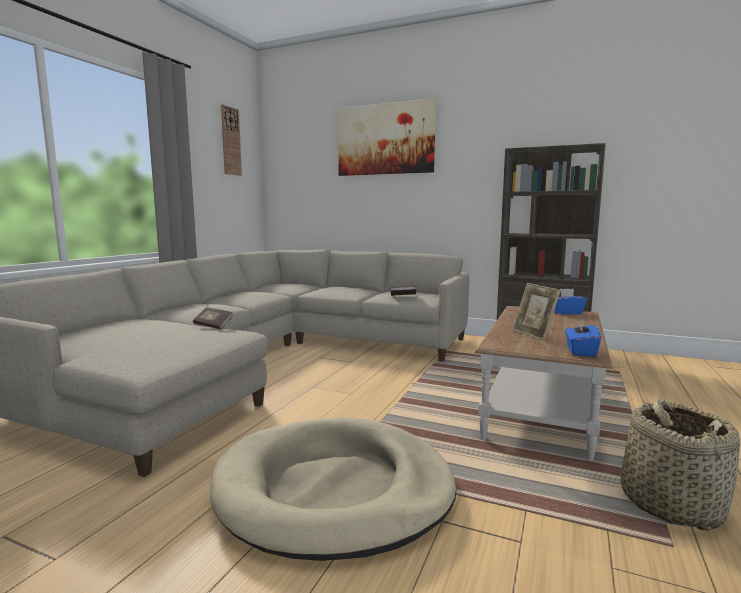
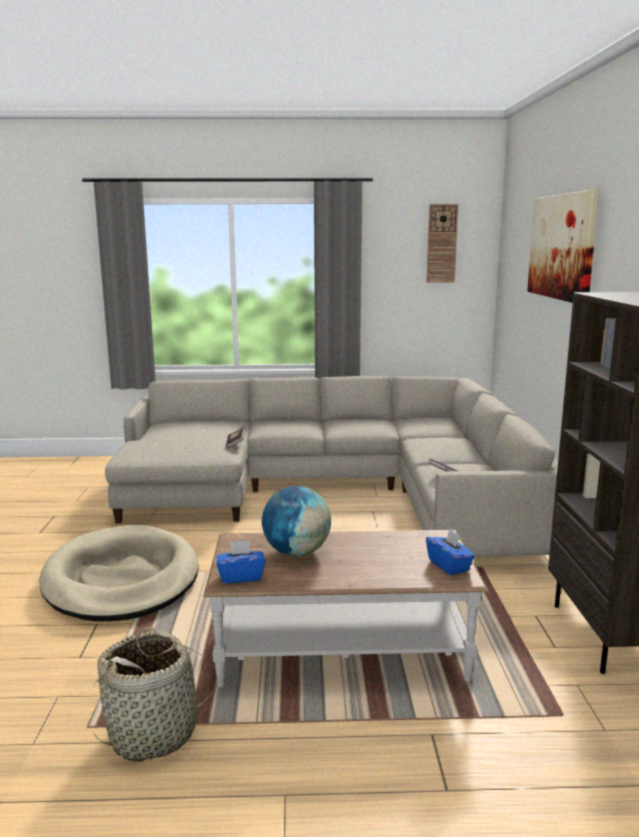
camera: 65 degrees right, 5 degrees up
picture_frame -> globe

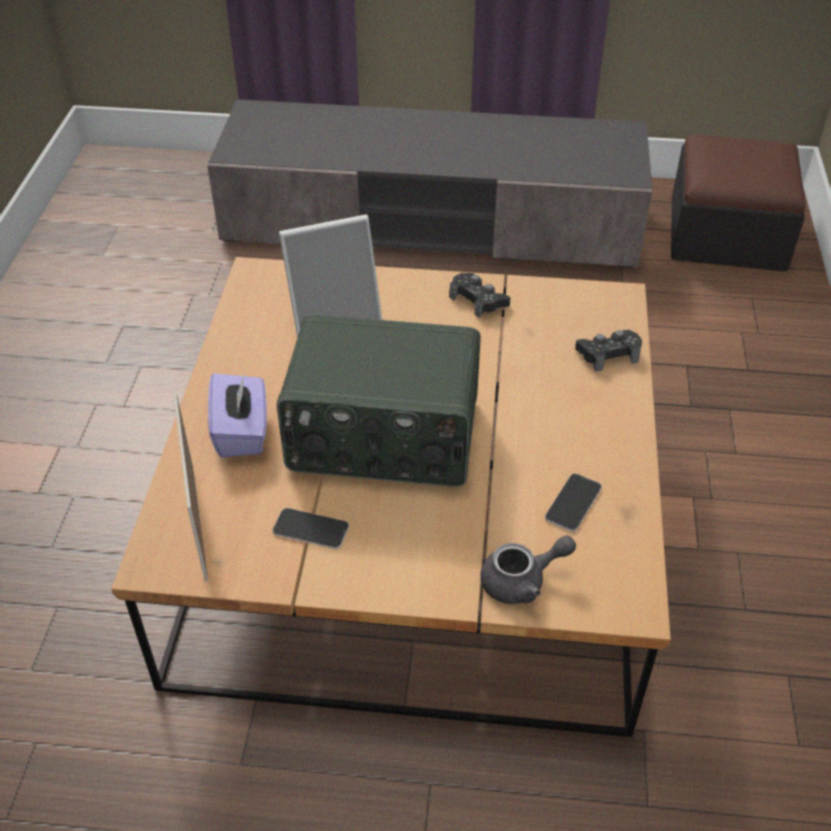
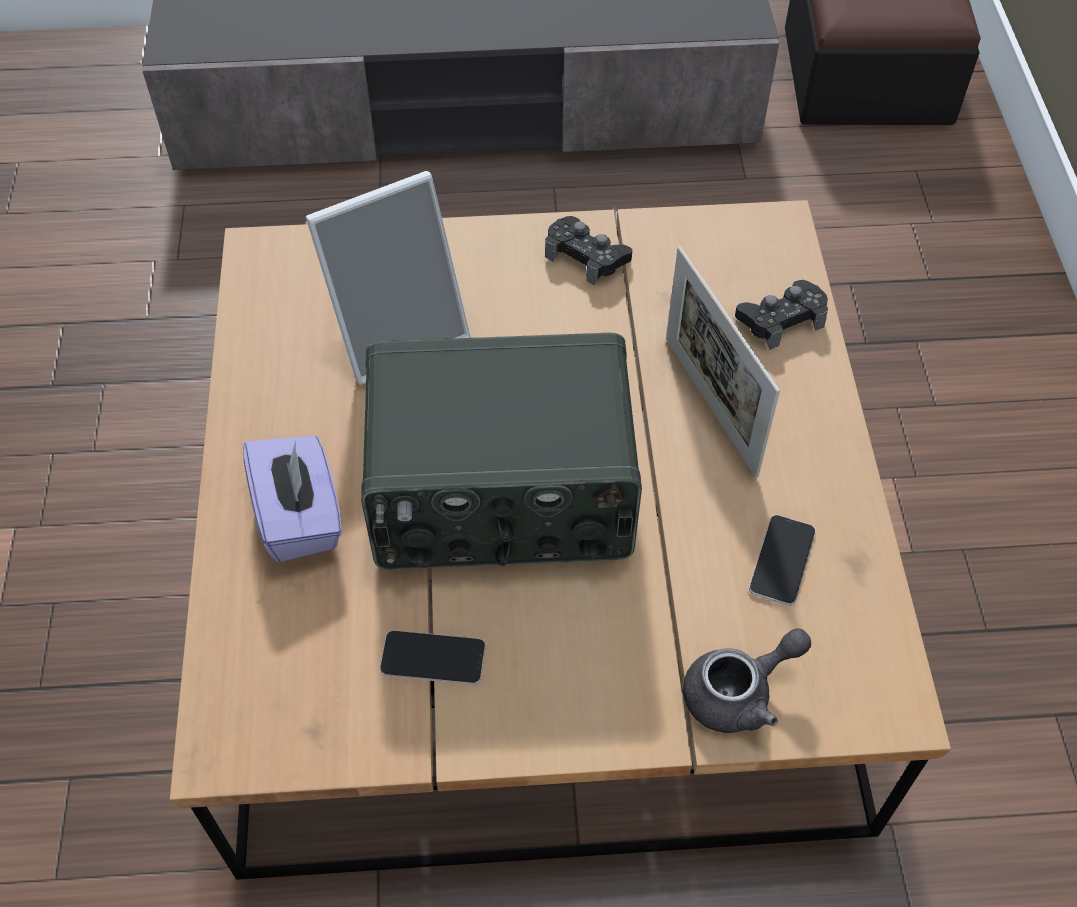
camera: 10 degrees left, 10 degrees up
picture_frame (no. 1 from left in the first image) -> picture_frame (no. 2 from left), shifted

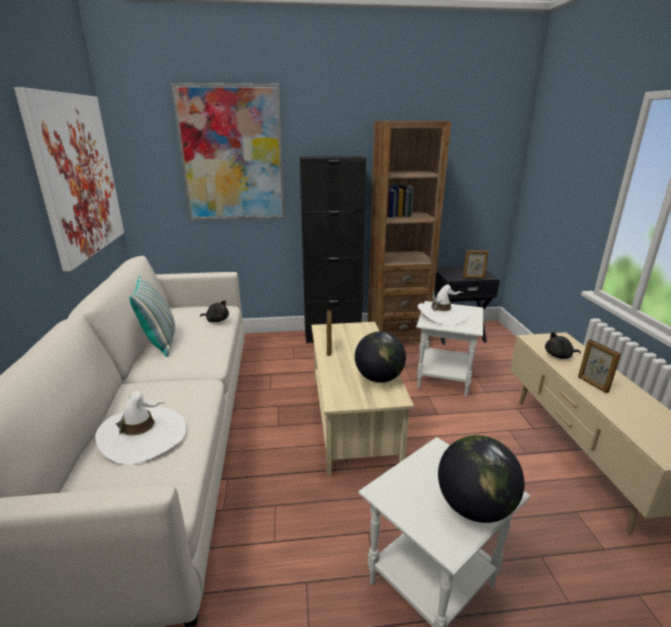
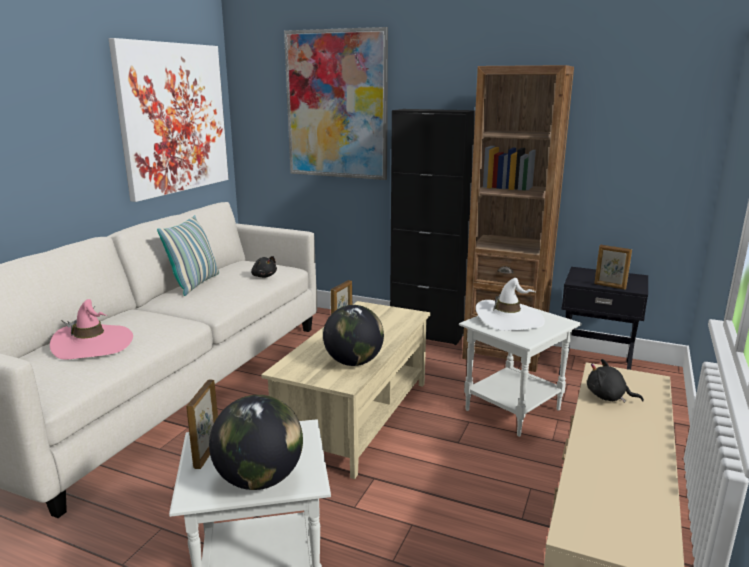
camera: 30 degrees right, 5 degrees down
white_hat (no. 1 from left) -> pink_hat
picture_frame (no. 3 from left in the first image) -> picture_frame (no. 1 from left), shifted

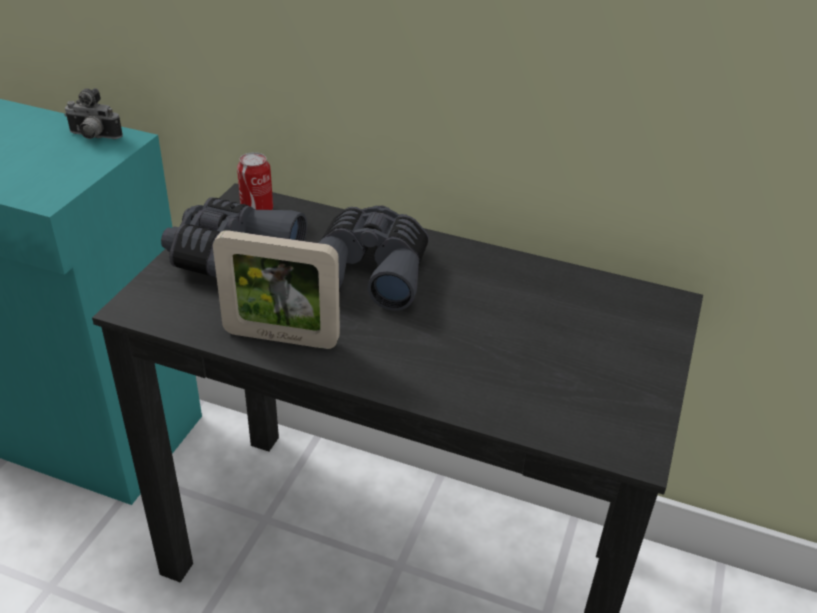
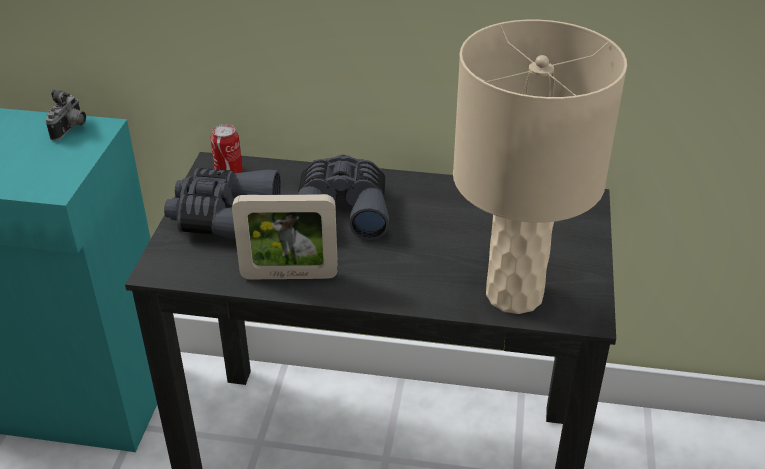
camera: 10 degrees left, 0 degrees up
photo_camera, 75 degrees counterclockwise
none -> beige_table_lamp

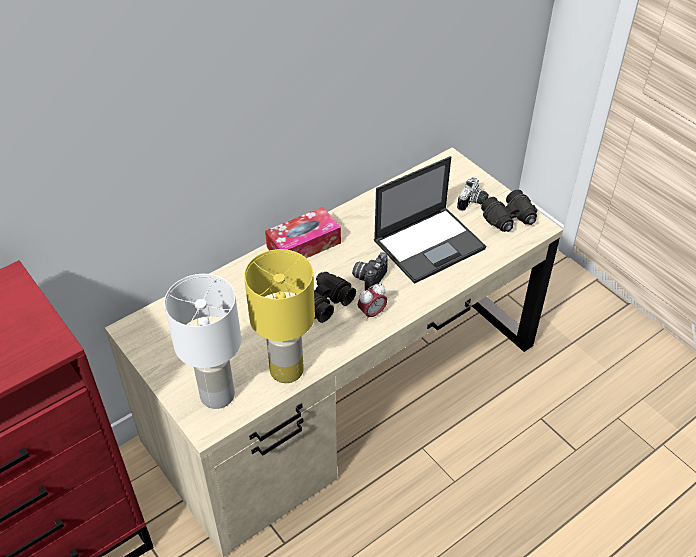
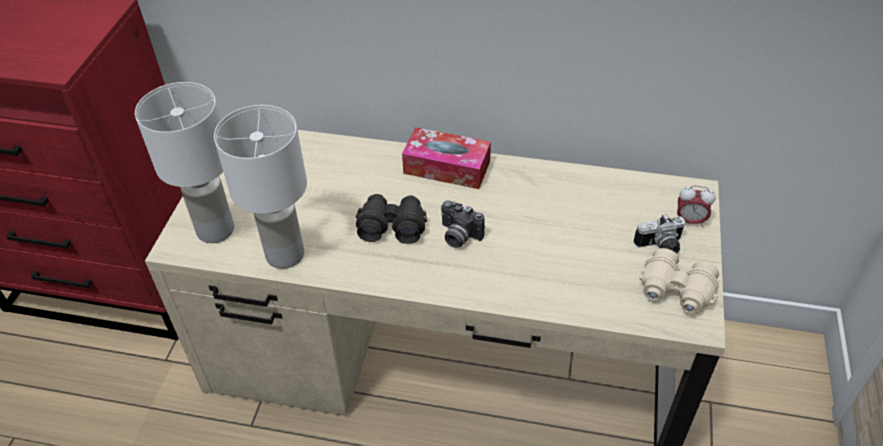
camera: 50 degrees right, 0 degrees up
yellow_table_lamp -> white_table_lamp (no. 2 from left)
photo_camera (no. 1 from left), 135 degrees counterclockwise
black_binoculars (no. 2 from left) -> beige_binoculars
alarm_clock, shifted
laptop -> none

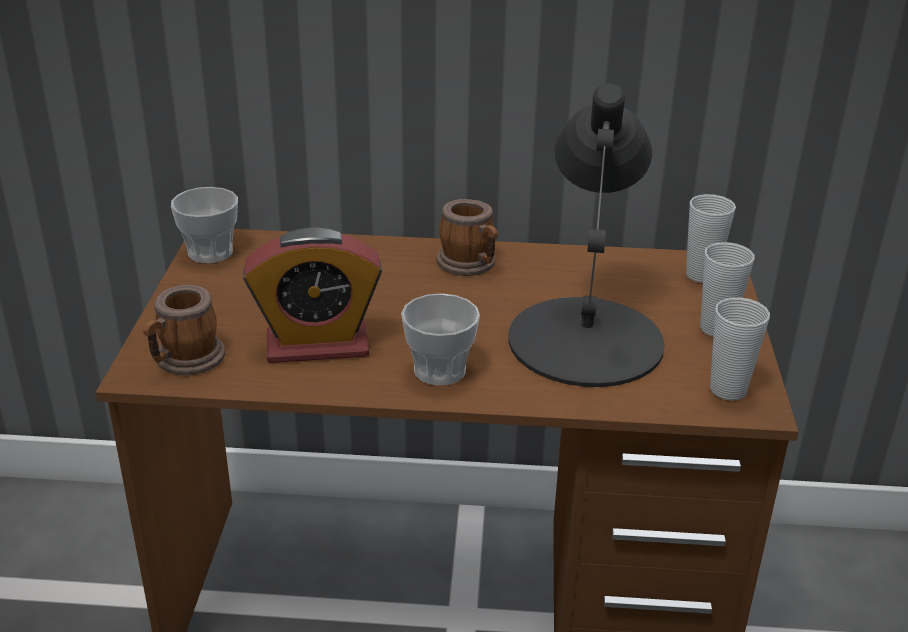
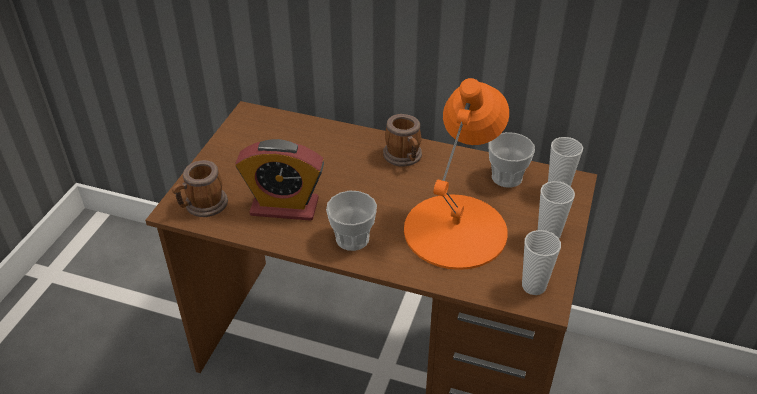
camera: 15 degrees right, 10 degrees up
black_table_lamp -> orange_table_lamp
cup (no. 1 from left in the first image) -> cup (no. 2 from left), shifted

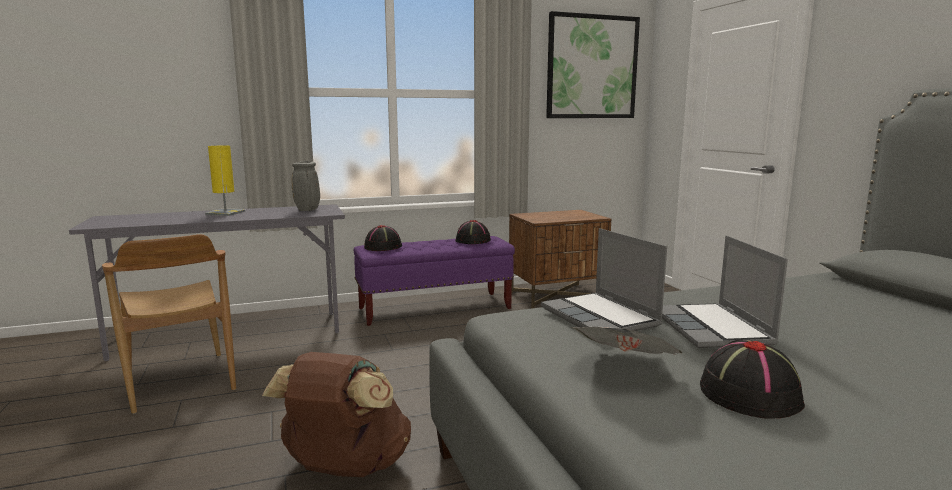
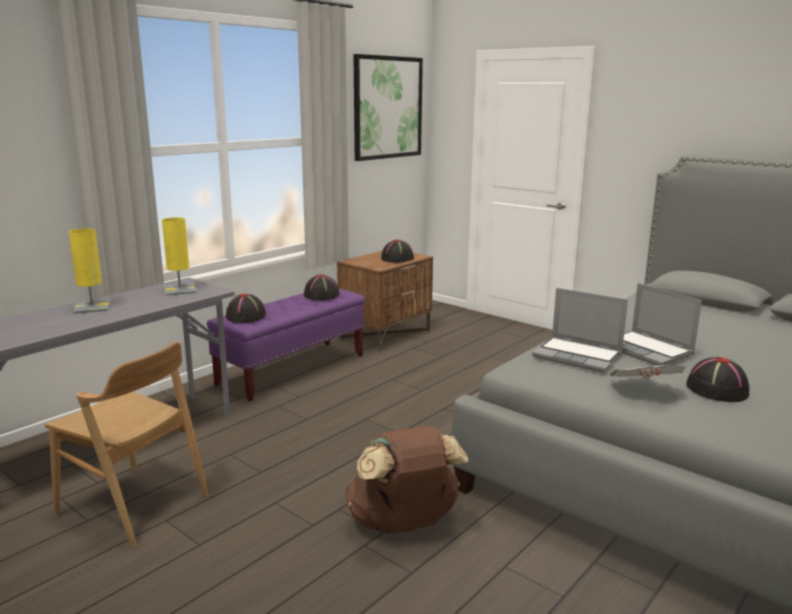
camera: 30 degrees left, 5 degrees up
grey_vase -> yellow_table_lamp (no. 2 from left)
none -> black_hat (no. 3 from left)

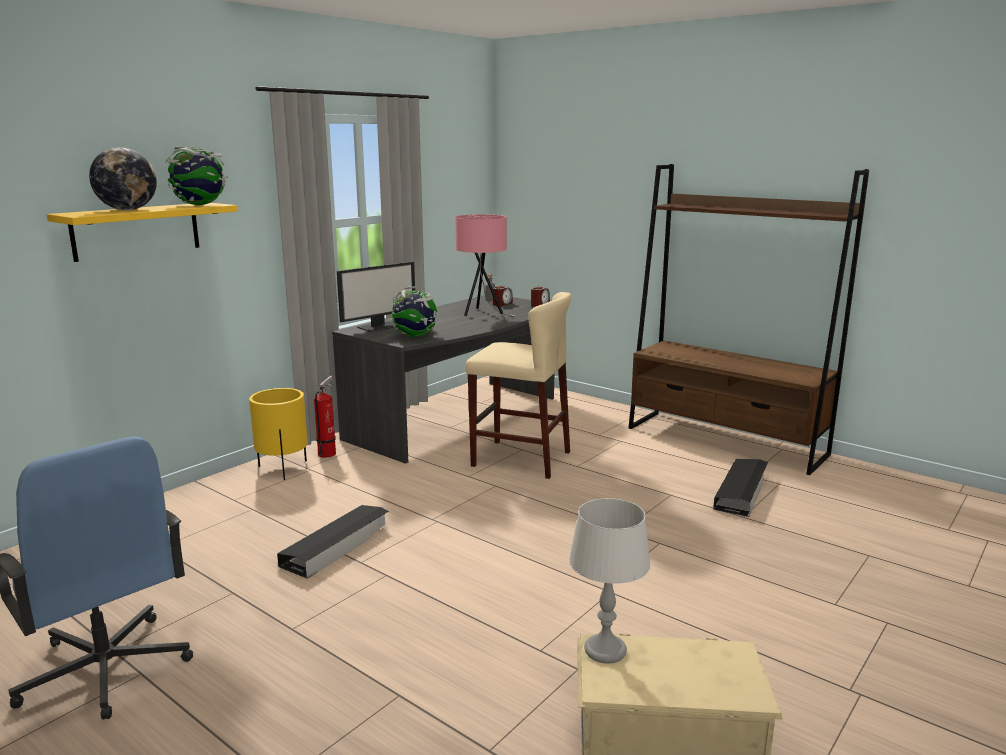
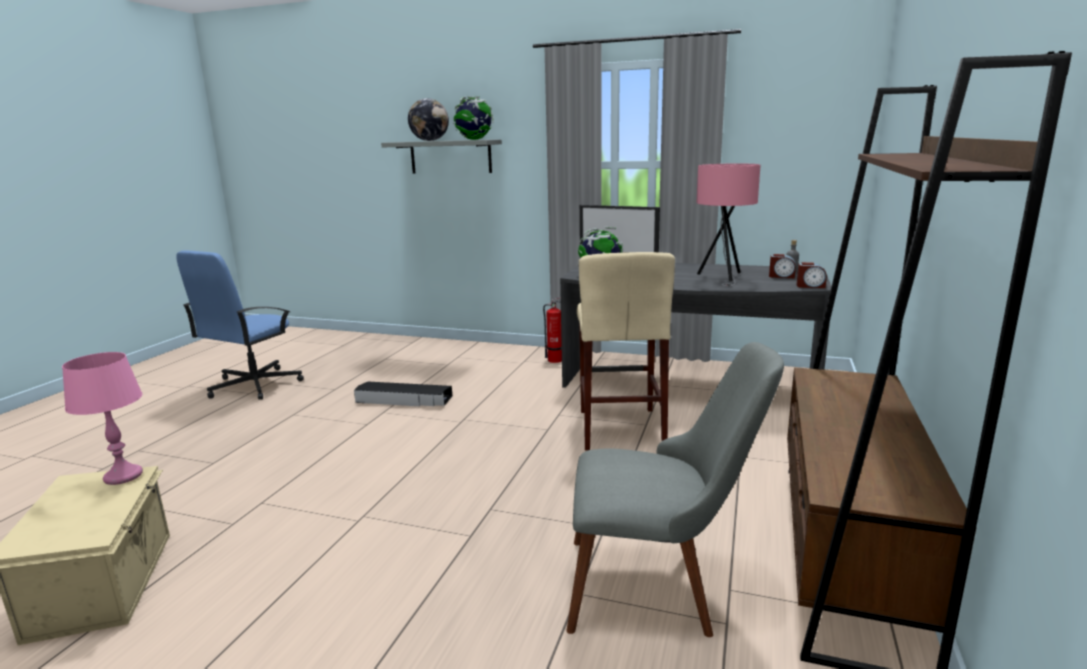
camera: 70 degrees right, 0 degrees up
grey_table_lamp -> pink_table_lamp (no. 1 from left)
yellow_shelf -> grey_shelf
black_storage_box (no. 2 from left) -> grey_chair
yellow_planter -> none

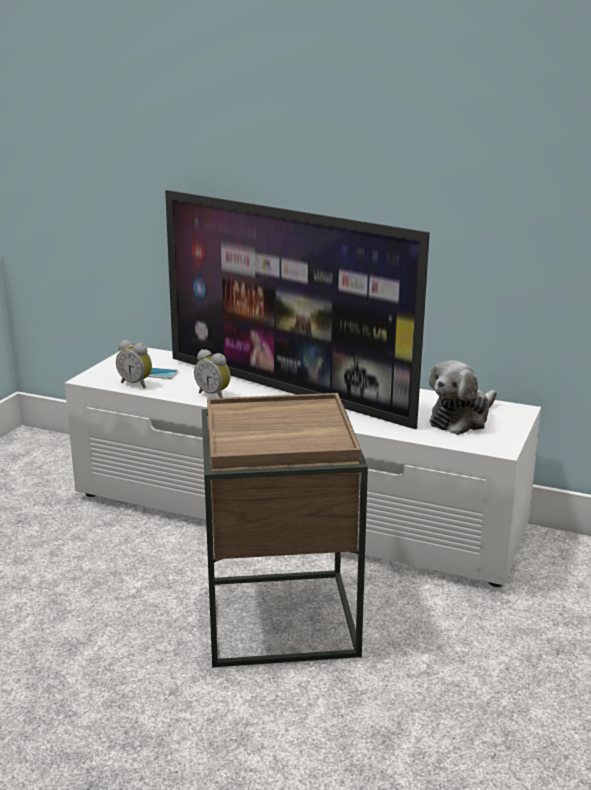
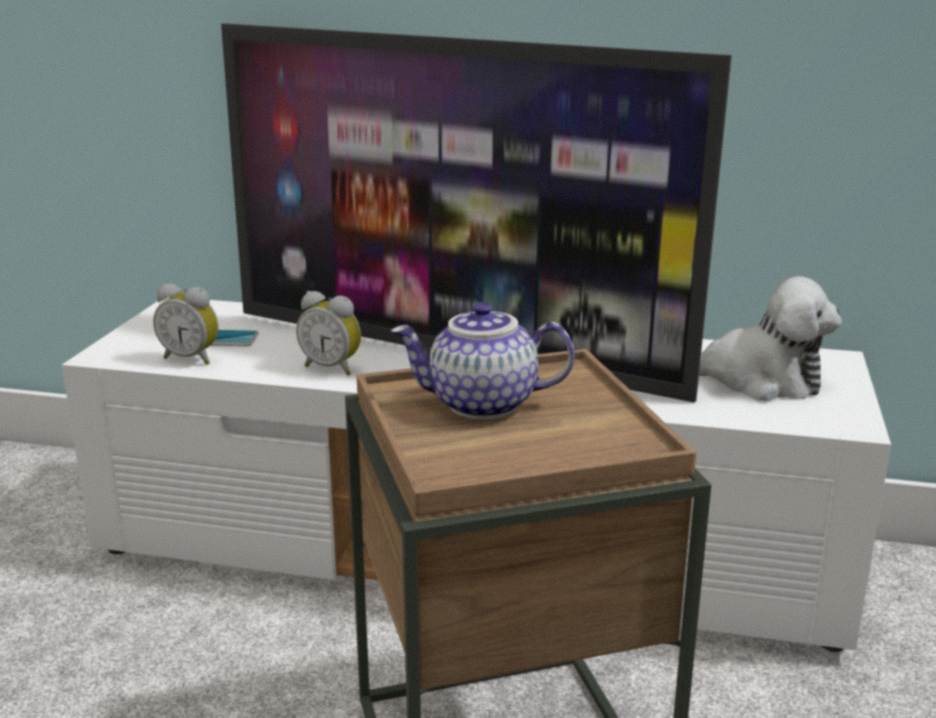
camera: 10 degrees left, 0 degrees up
none -> teapot
plush_toy, 105 degrees counterclockwise

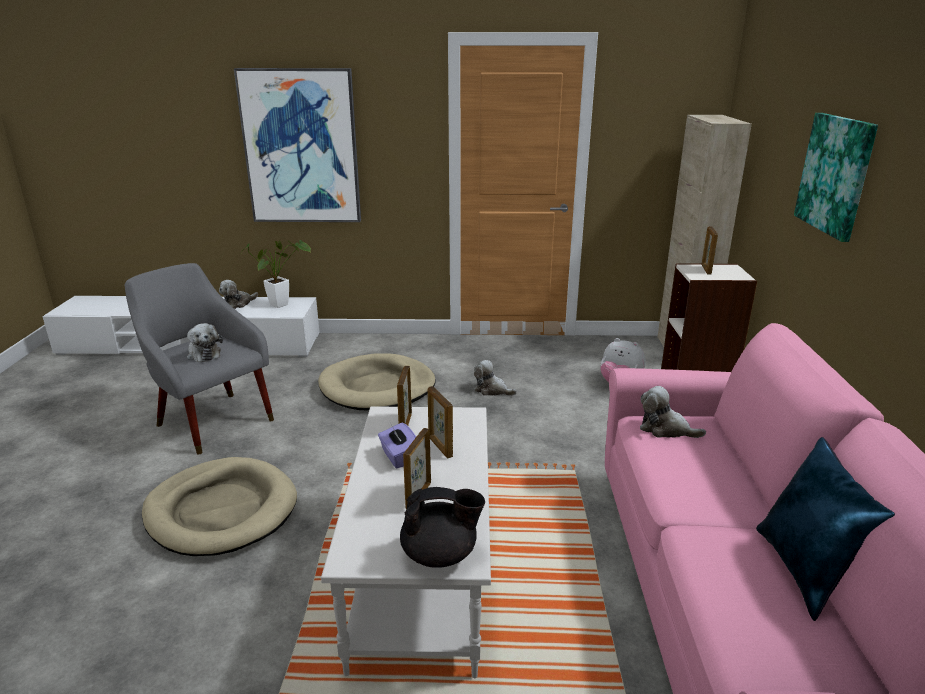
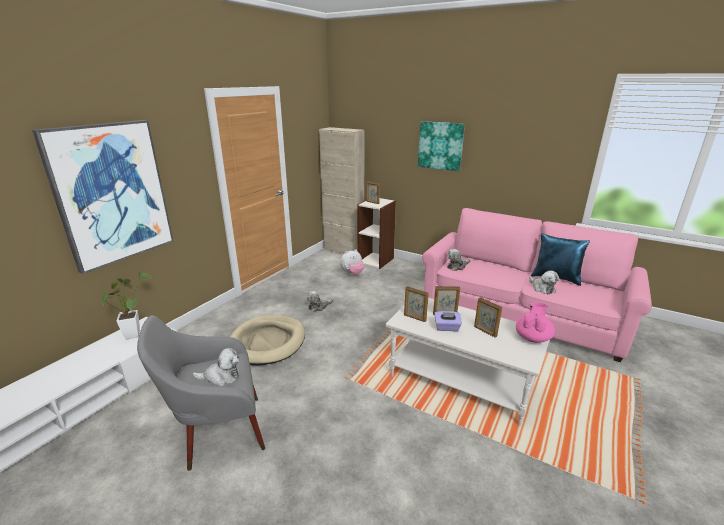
camera: 60 degrees left, 0 degrees up
black_teapot -> pink_teapot
plush_toy (no. 2 from left in the first image) -> plush_toy (no. 5 from left), shifted
beige_dog_bed (no. 1 from left) -> none

